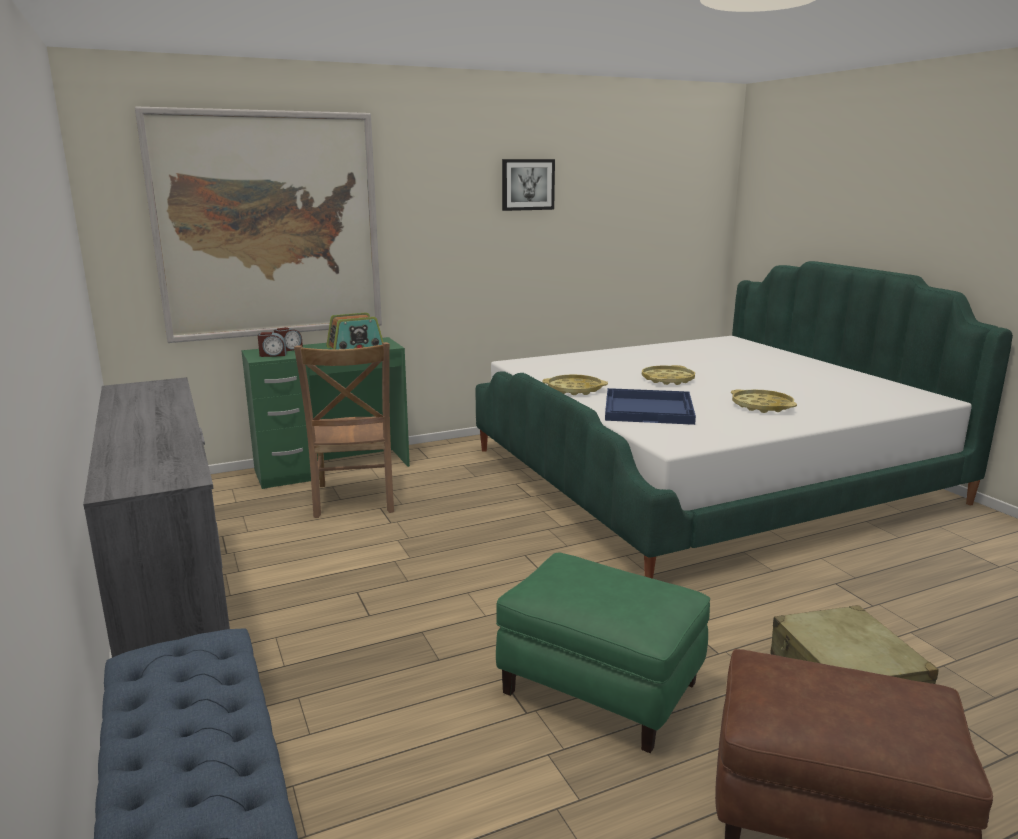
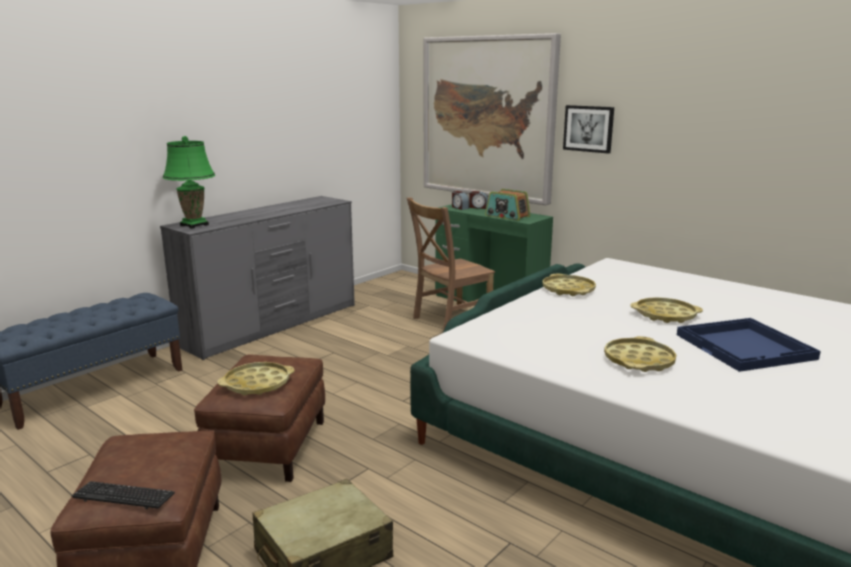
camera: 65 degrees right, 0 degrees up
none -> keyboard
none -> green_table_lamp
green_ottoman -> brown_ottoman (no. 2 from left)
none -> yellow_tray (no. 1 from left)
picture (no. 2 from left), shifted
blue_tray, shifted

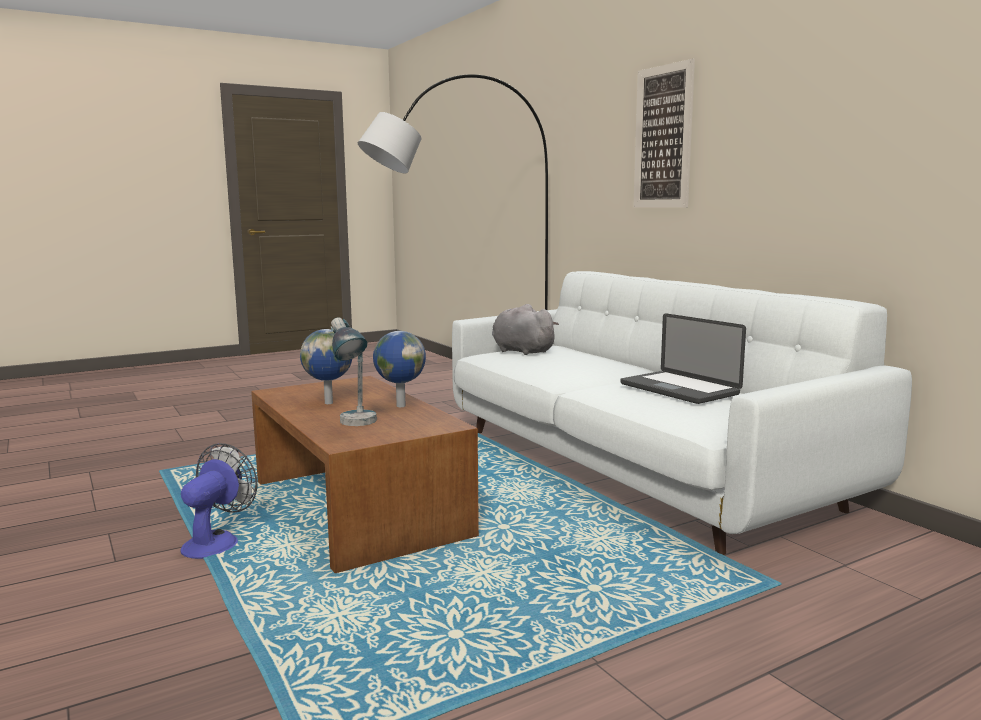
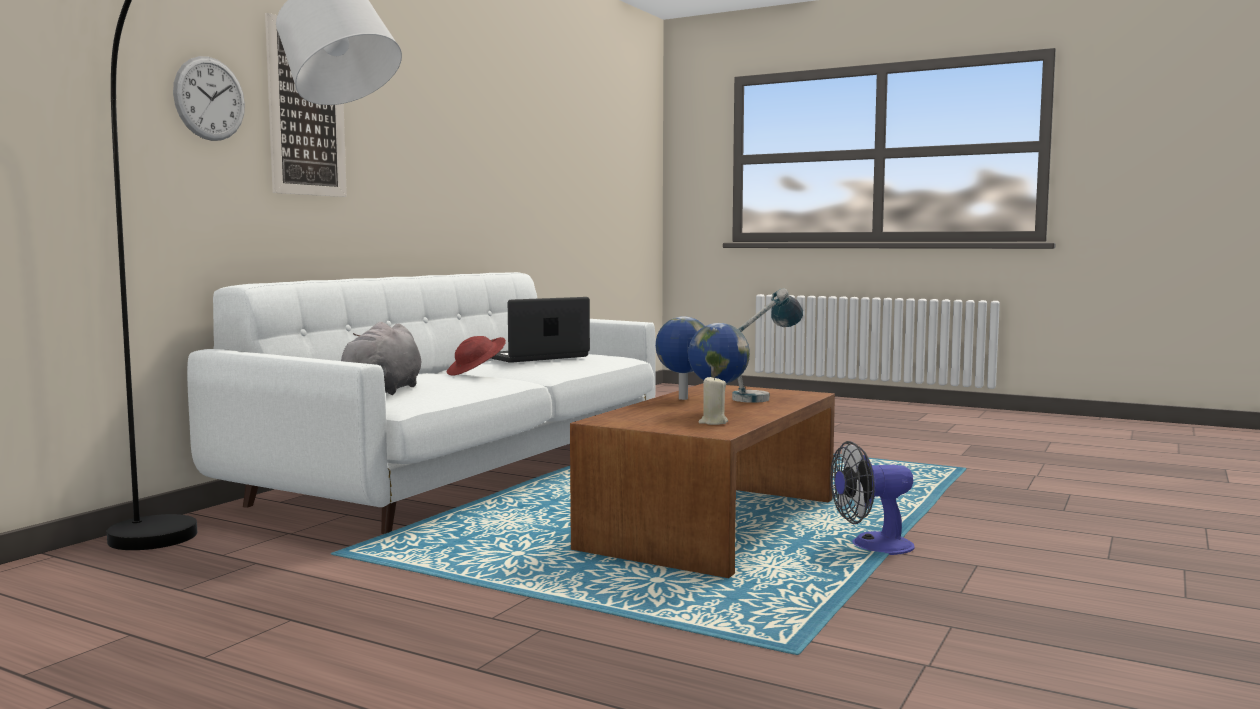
camera: 120 degrees left, 5 degrees down
none -> wall_clock
none -> red_hat
laptop, 150 degrees counterclockwise
none -> beige_candle

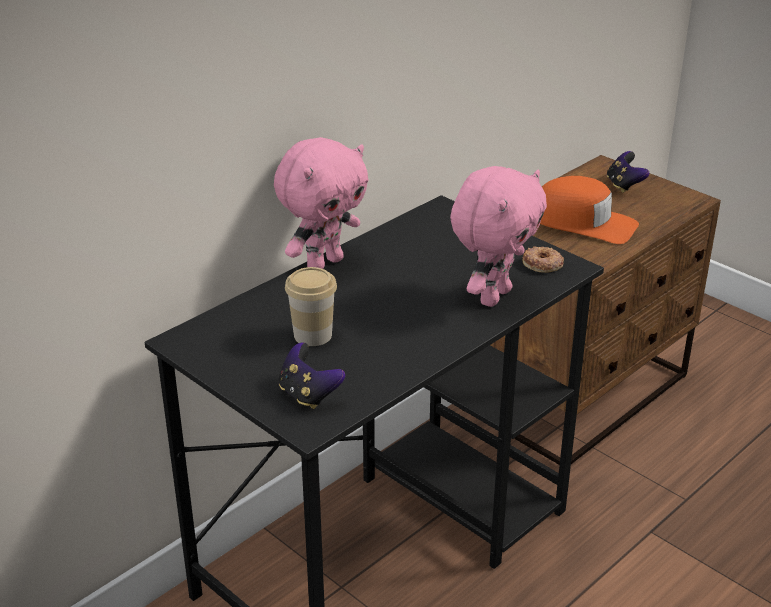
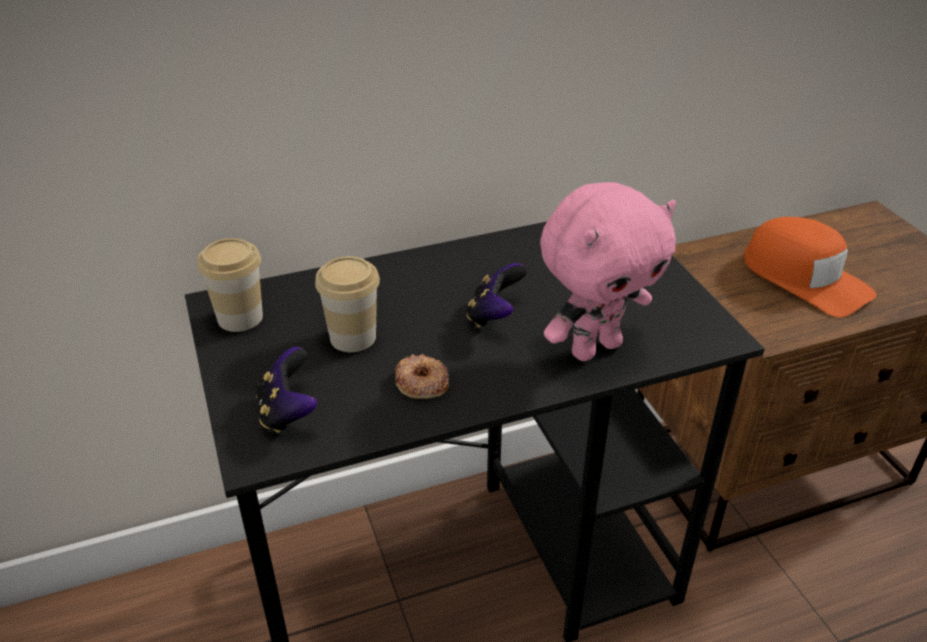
camera: 25 degrees right, 5 degrees up
none -> cup (no. 1 from left)
donut, shifted
game_controller (no. 2 from left), shifted
pink_plush_toy (no. 1 from left) -> none

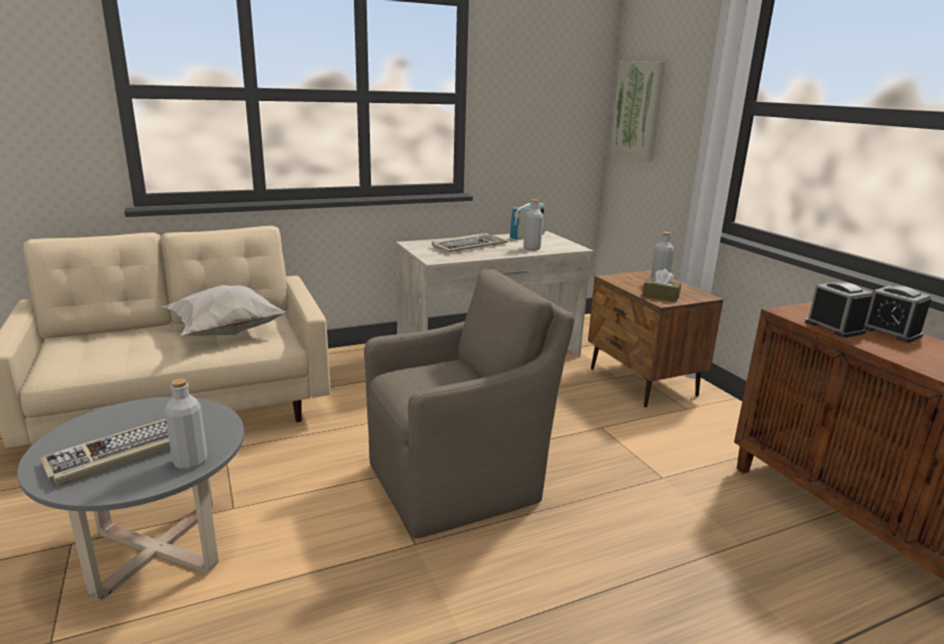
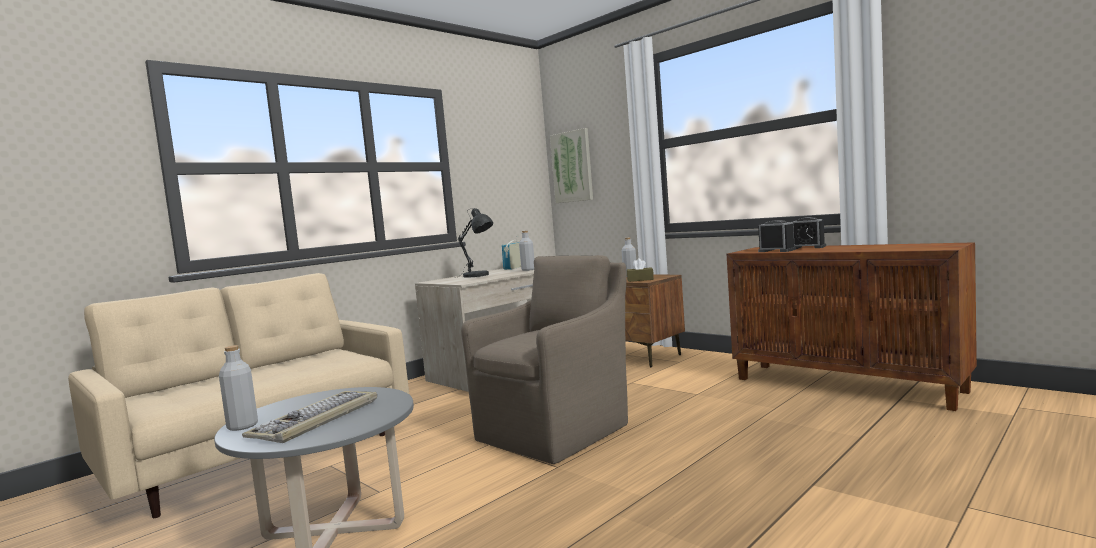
camera: 20 degrees left, 15 degrees down
grey_bottle (no. 1 from left), shifted
keyboard (no. 2 from left) -> grey_table_lamp
white_pillow -> none

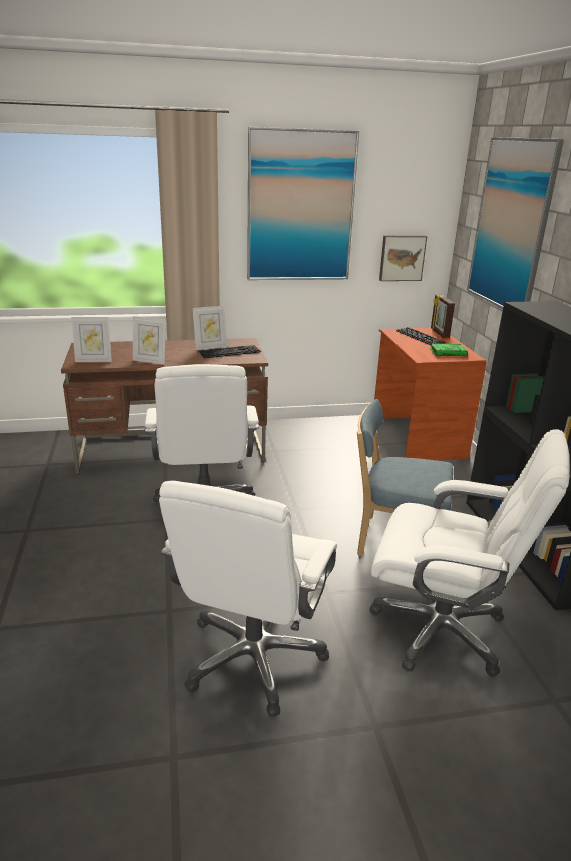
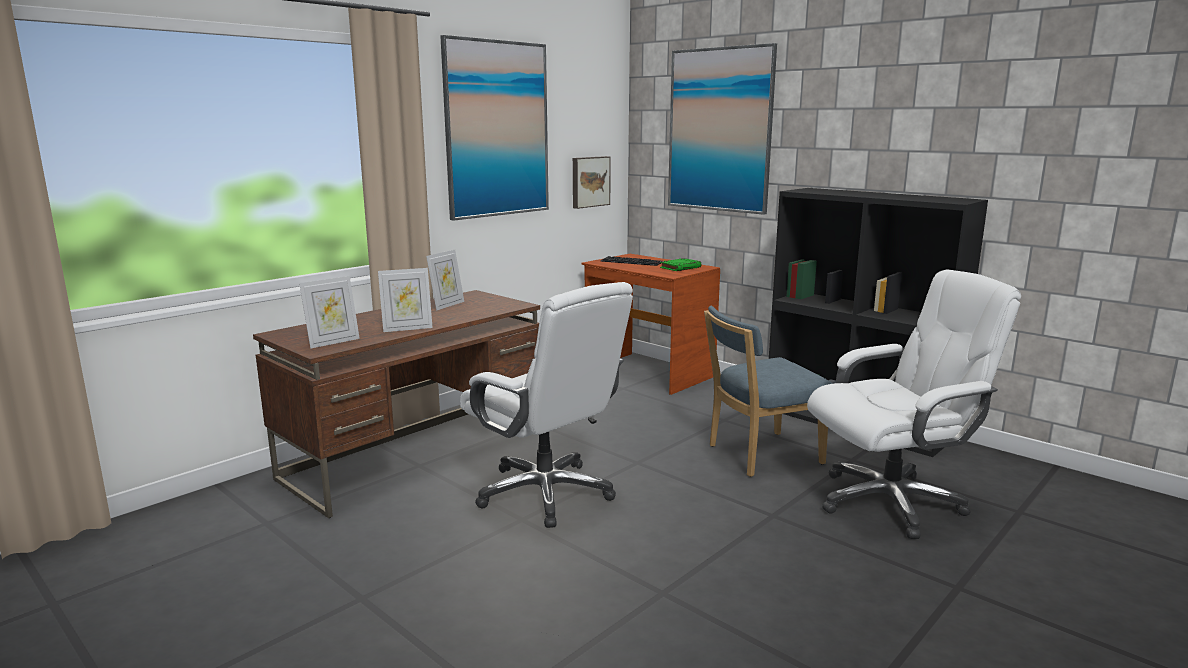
camera: 35 degrees left, 10 degrees down
white_office_chair (no. 2 from left) -> none
keyboard (no. 1 from left) -> none
picture_frame (no. 4 from left) -> none

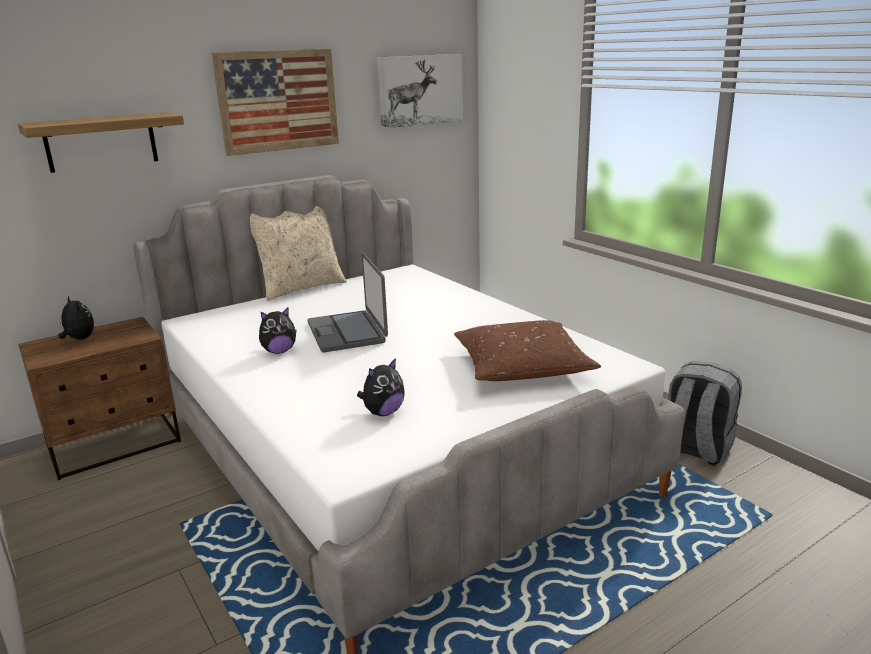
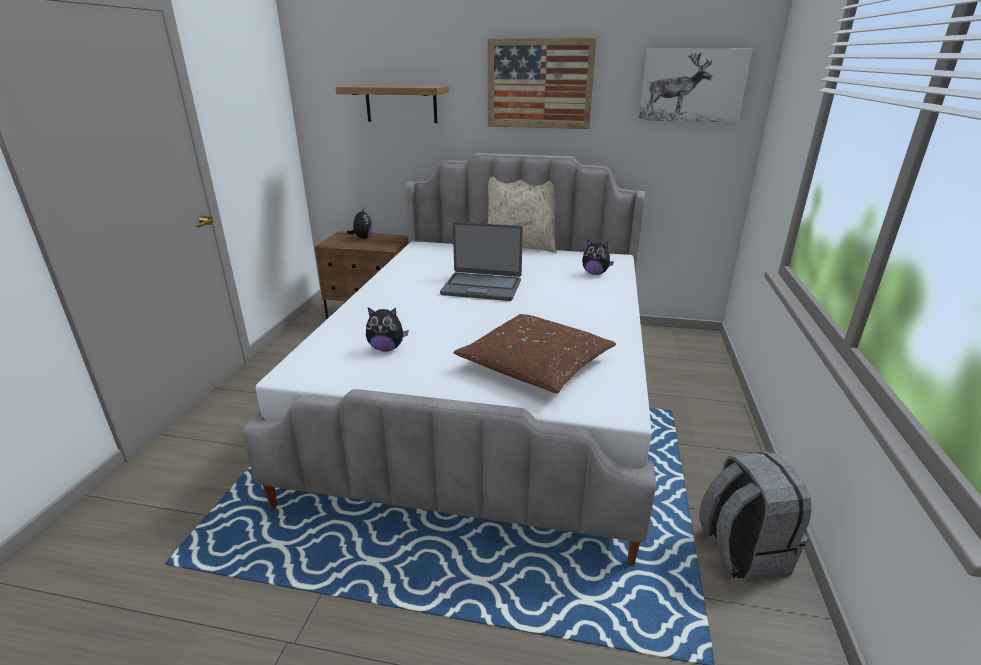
camera: 45 degrees right, 5 degrees up
laptop, 105 degrees counterclockwise
plush_toy (no. 2 from left in the first image) -> plush_toy (no. 3 from left), shifted

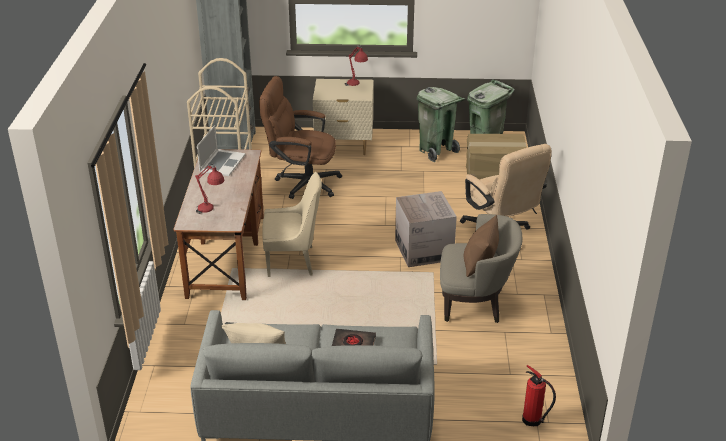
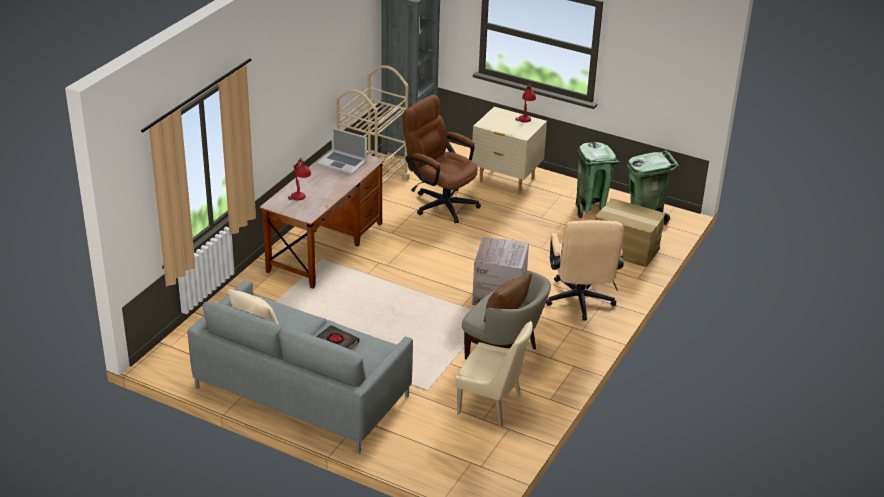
camera: 25 degrees right, 0 degrees up
laptop, 75 degrees clockwise
beige_chair, shifted
fire_extinguisher -> none

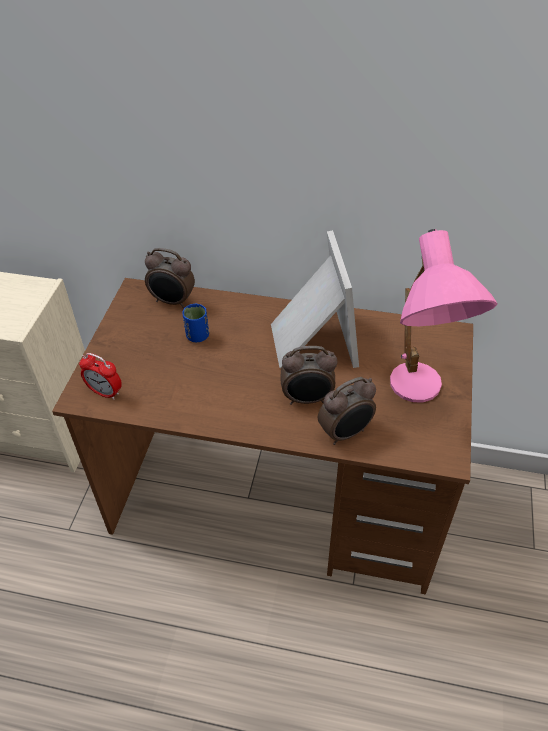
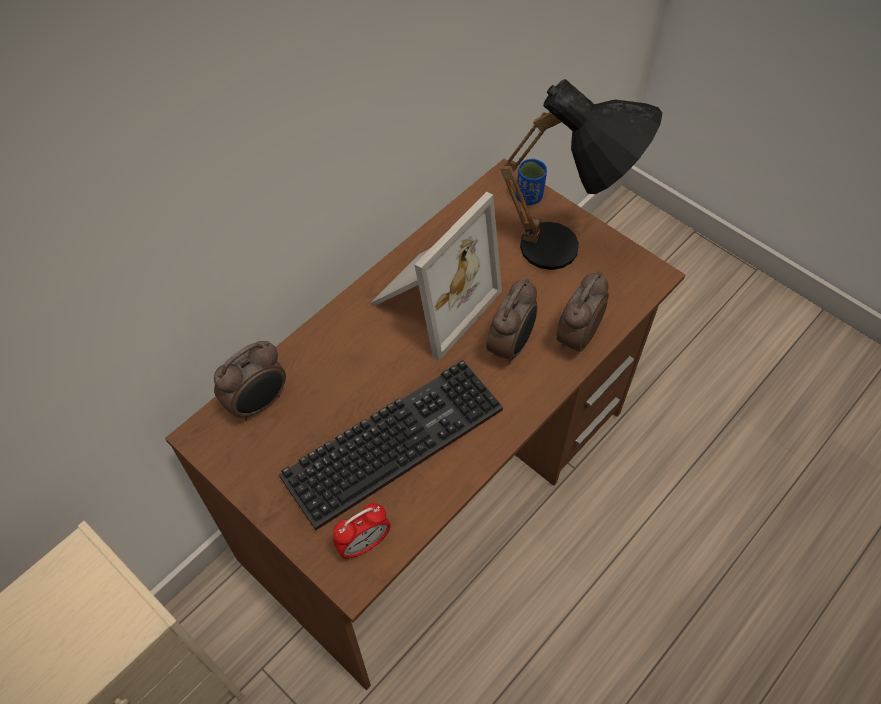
camera: 60 degrees left, 10 degrees up
none -> keyboard
picture_frame, 105 degrees clockwise
pink_table_lamp -> black_table_lamp
blue_cup, shifted
alarm_clock (no. 4 from left), 150 degrees counterclockwise

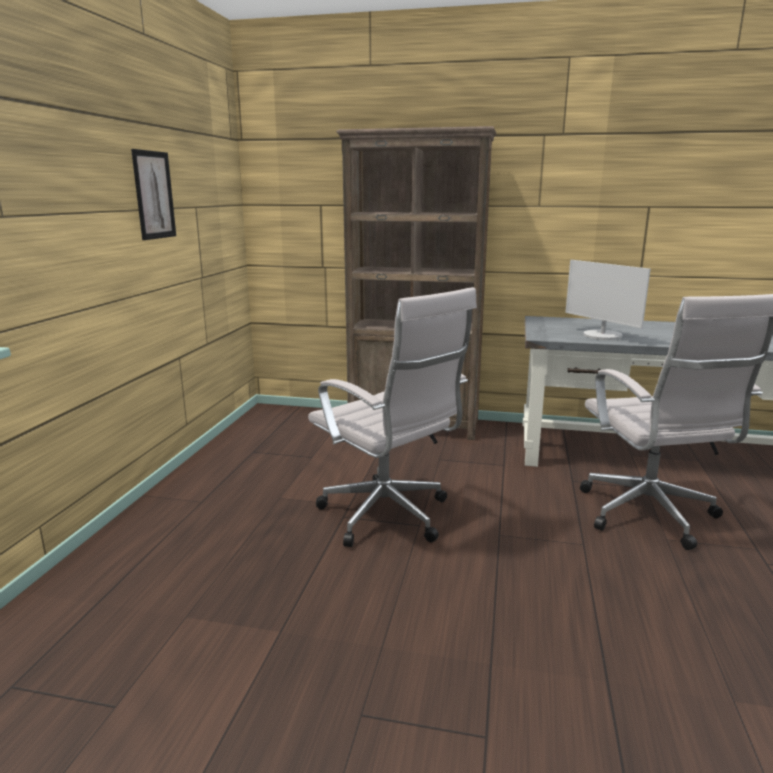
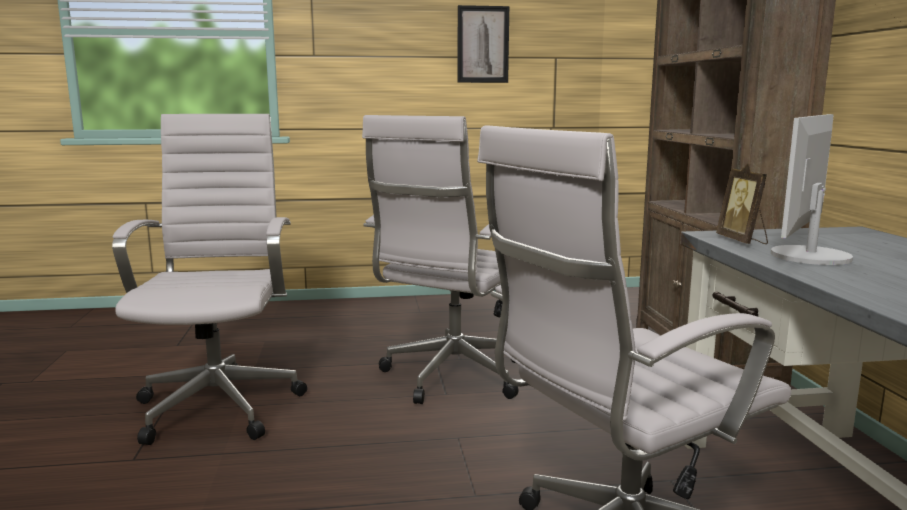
camera: 70 degrees right, 5 degrees down
none -> white_office_chair (no. 1 from left)
none -> picture_frame

